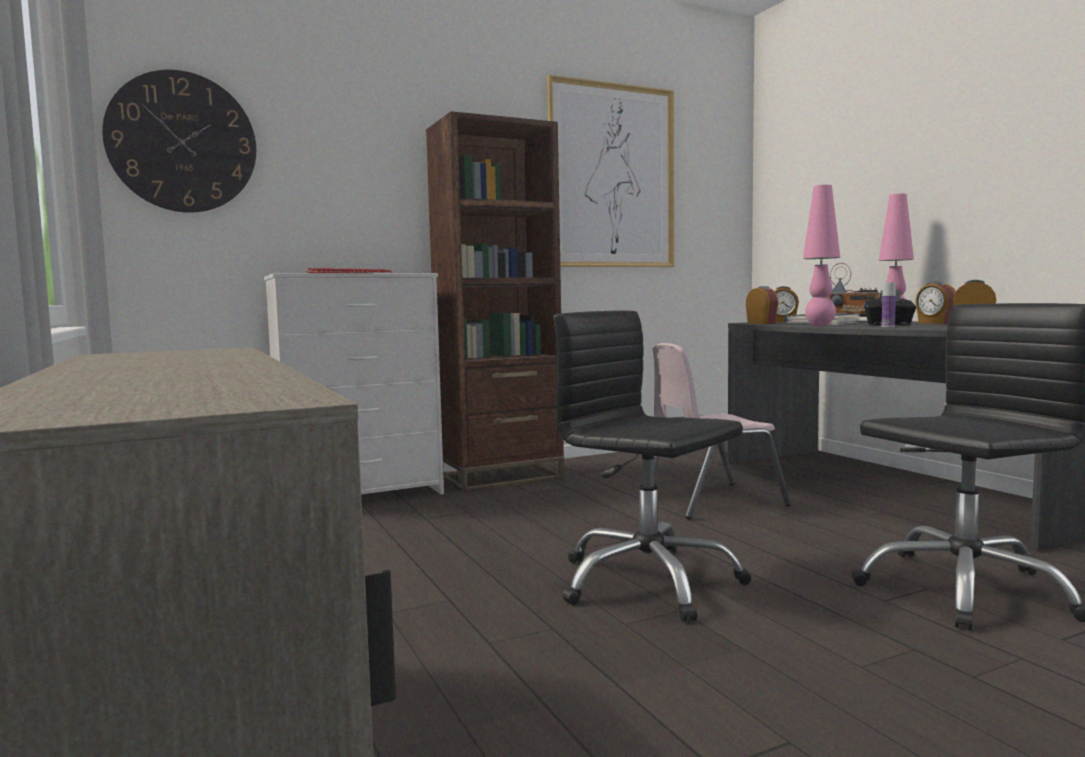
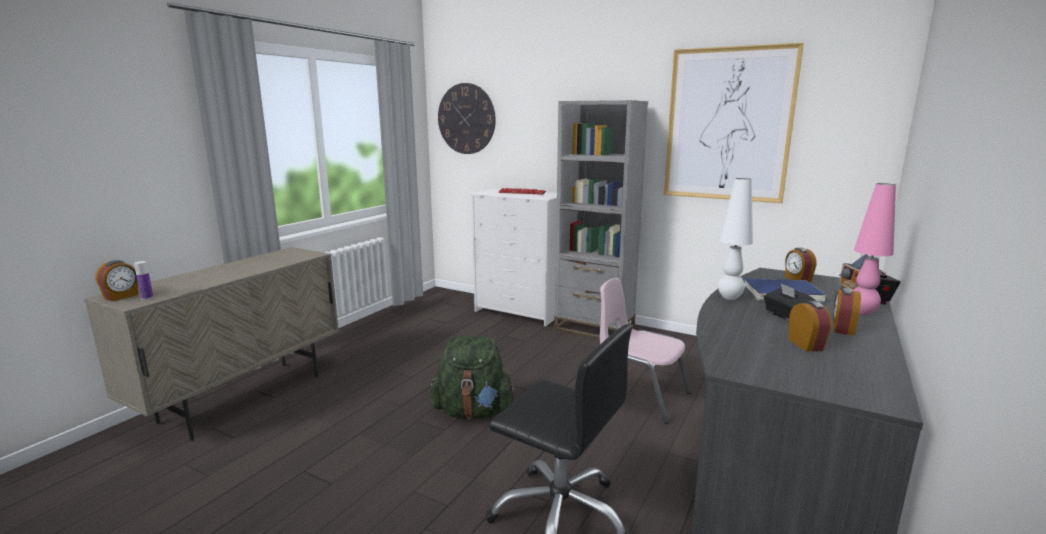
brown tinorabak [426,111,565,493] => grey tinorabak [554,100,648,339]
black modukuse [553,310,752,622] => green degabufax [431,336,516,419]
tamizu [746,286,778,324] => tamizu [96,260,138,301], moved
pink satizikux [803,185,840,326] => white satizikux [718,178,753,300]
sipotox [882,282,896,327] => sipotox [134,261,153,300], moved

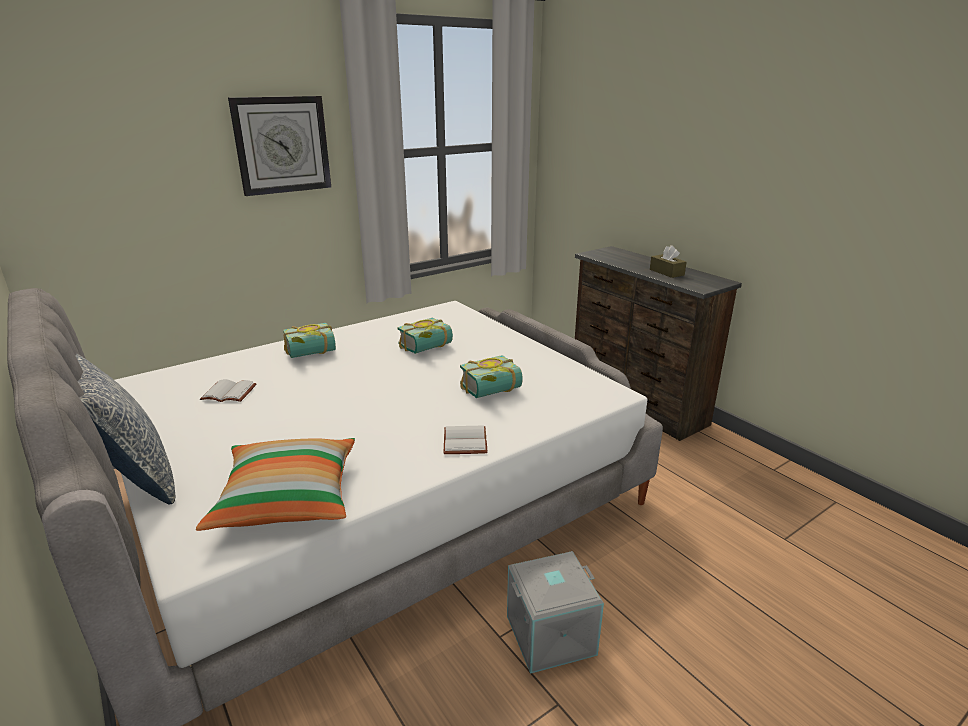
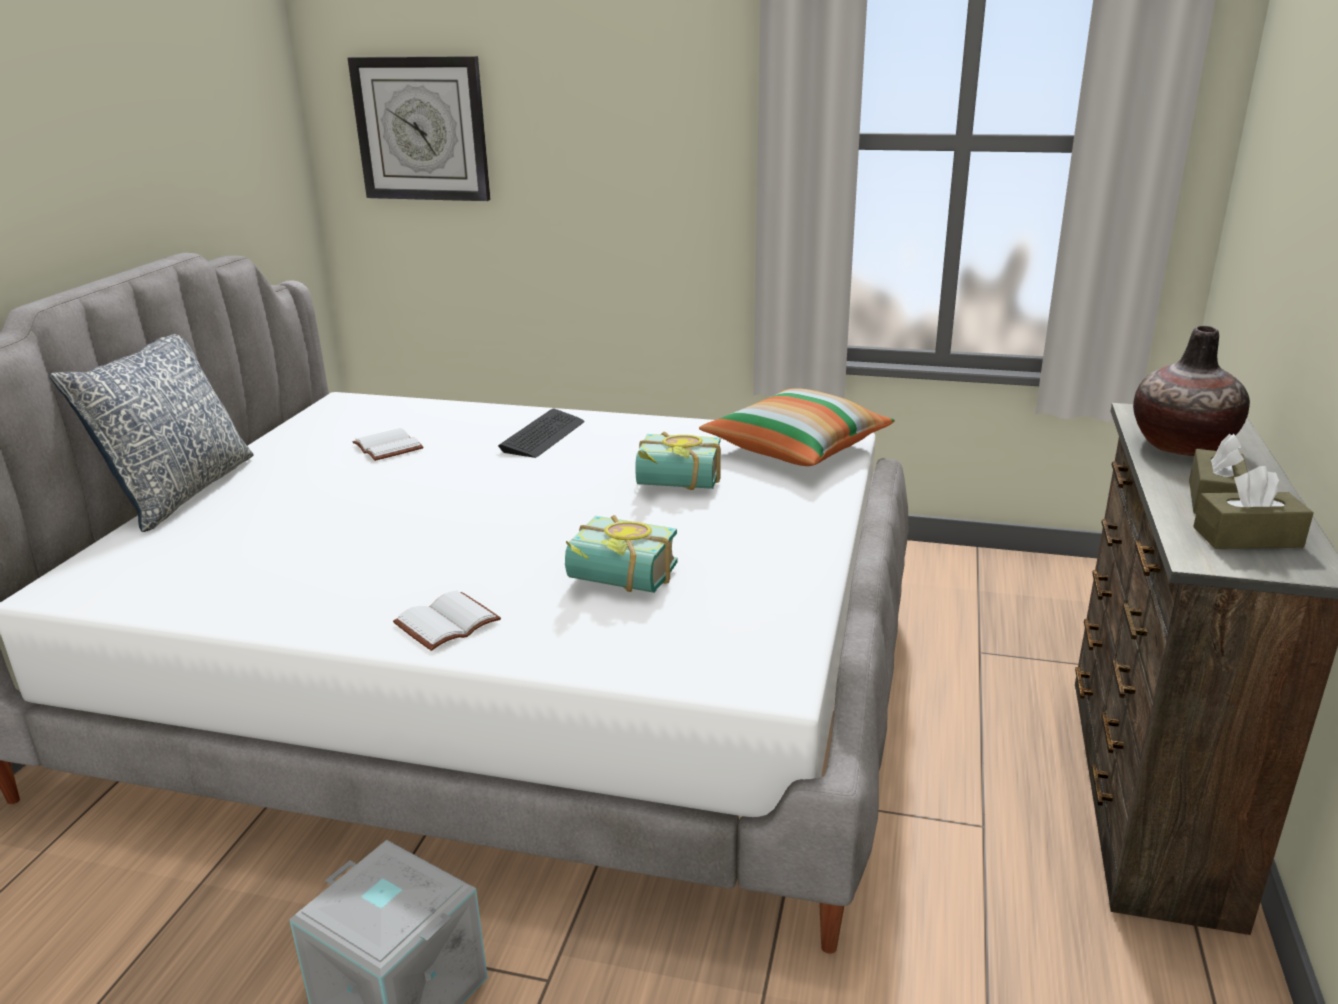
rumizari [196,438,355,531] => rumizari [699,388,895,466], moved
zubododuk [228,96,331,196] => zubododuk [347,56,491,201], moved
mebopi [283,323,336,358] => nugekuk [498,408,584,458]
nothing => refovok [1133,326,1250,456]
nothing => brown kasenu [1193,466,1314,549]

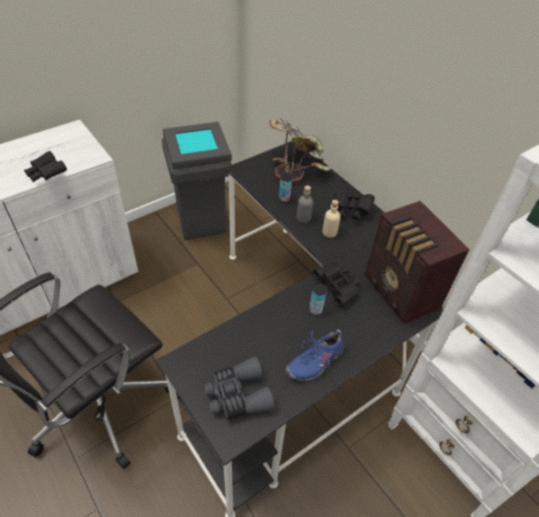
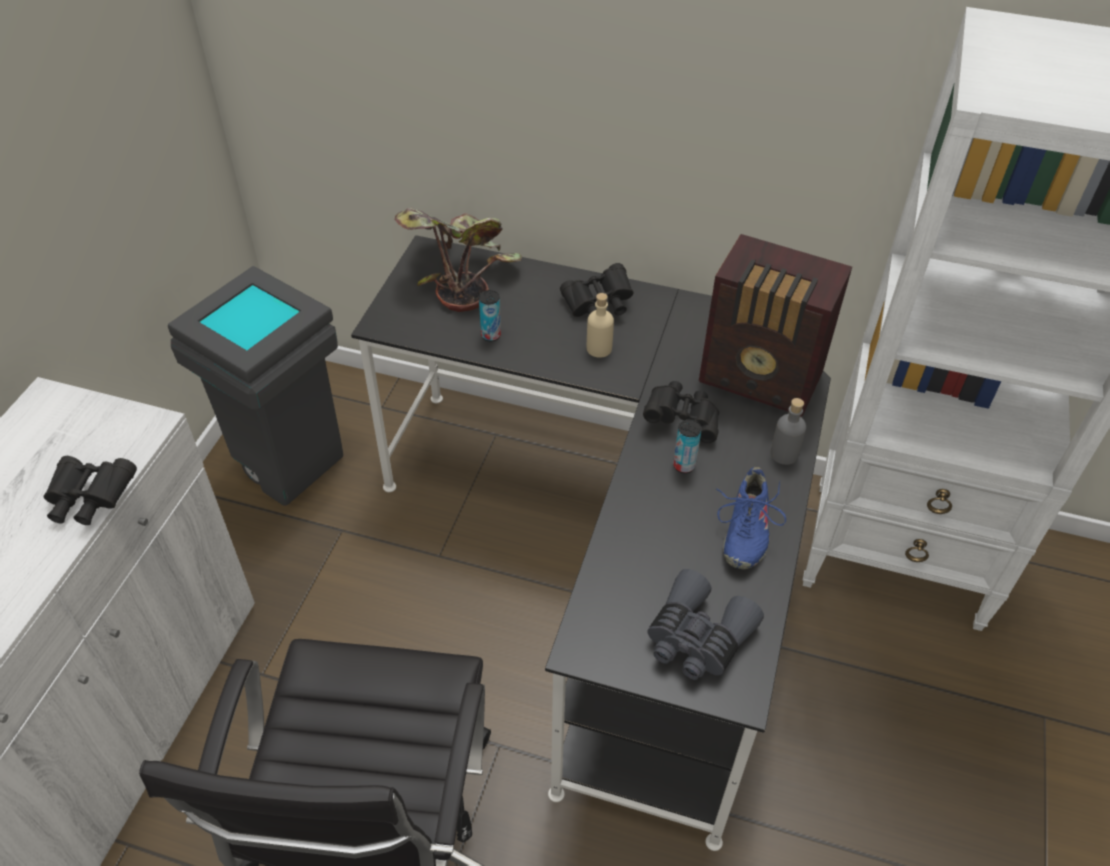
grey sipotox [297,186,313,223] => grey sipotox [770,398,806,465], moved

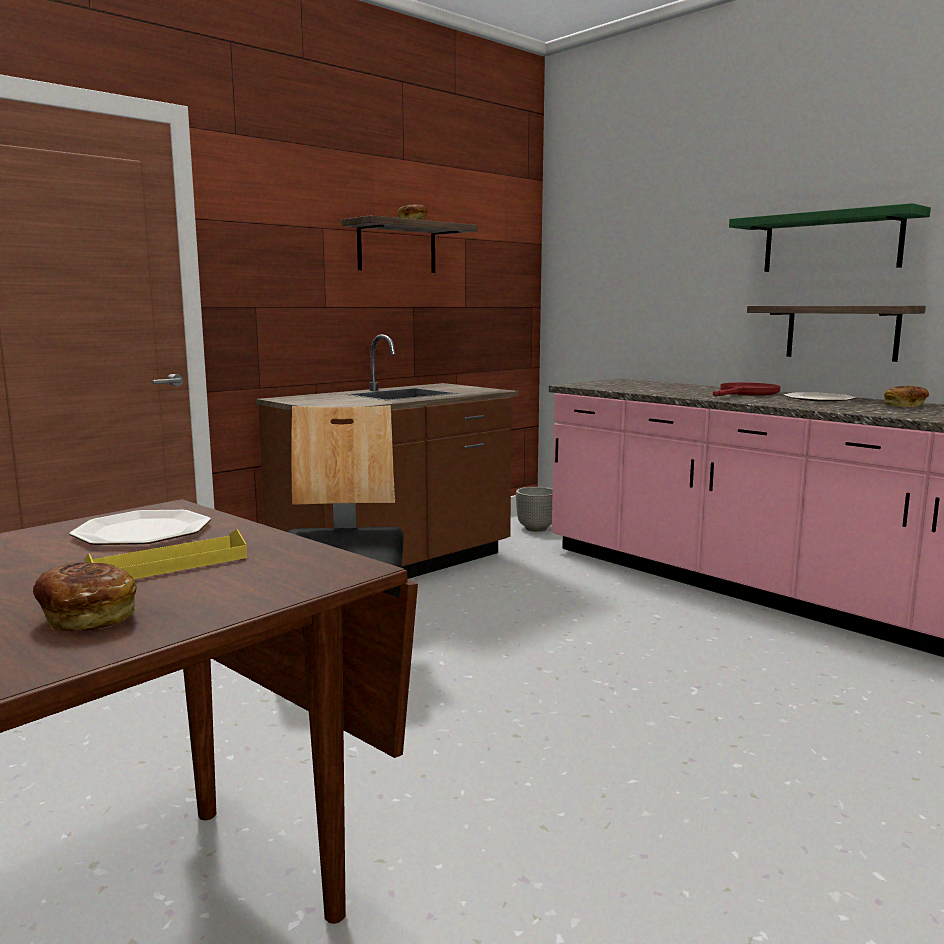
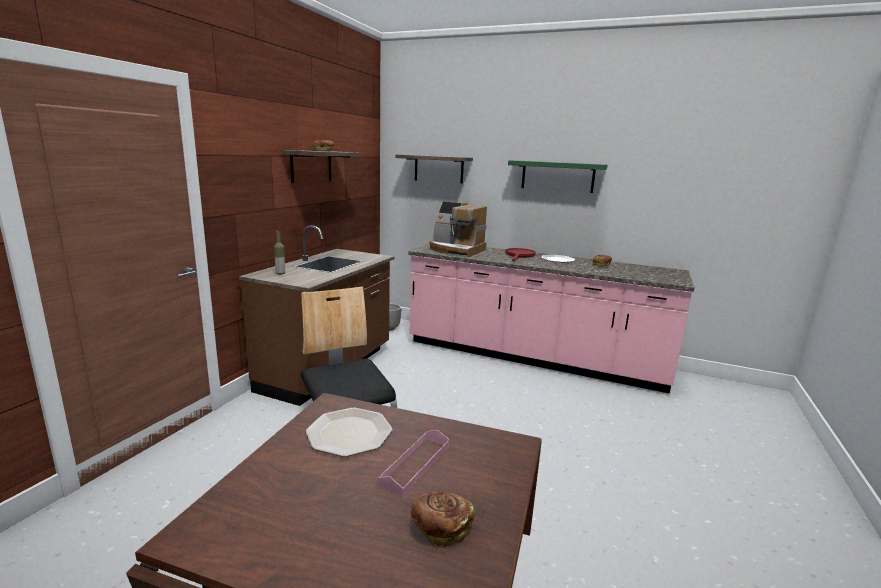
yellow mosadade [84,529,247,579] => pink mosadade [377,430,449,497]
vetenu [747,306,926,362] => vetenu [396,154,473,183], moved
nothing => sipotox [274,231,285,275]
nothing => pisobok [429,201,487,258]

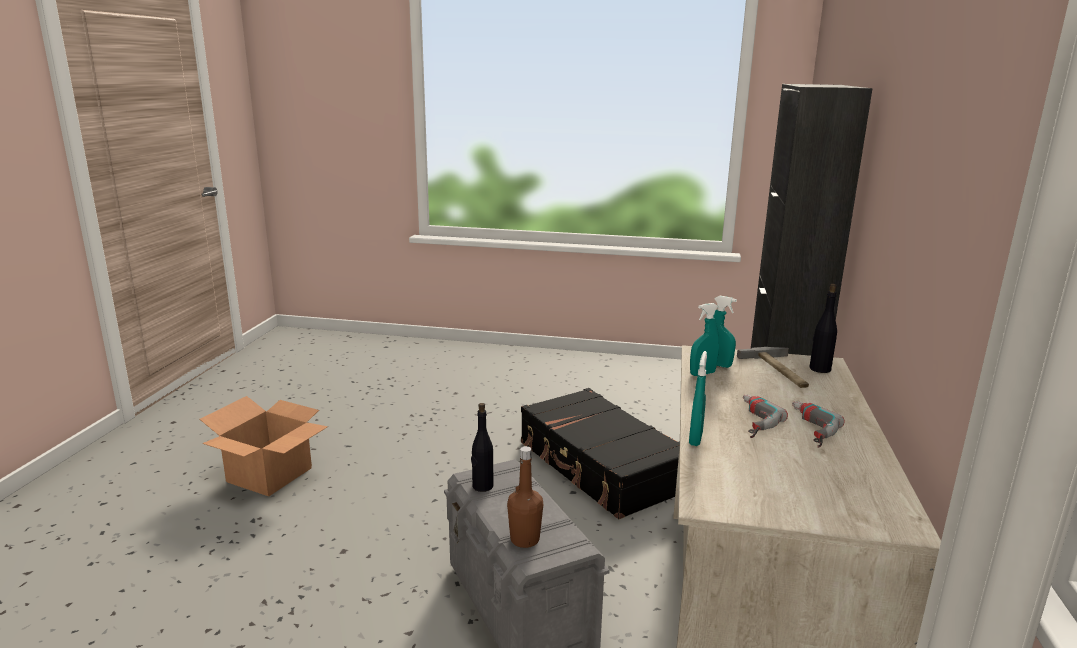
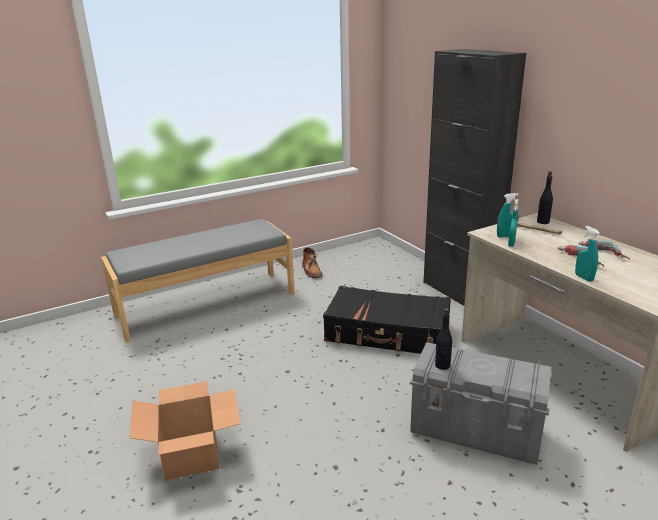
brown sipotox [507,446,543,548] => nothing
nothing => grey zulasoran [101,219,295,342]
nothing => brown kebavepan [302,247,322,278]

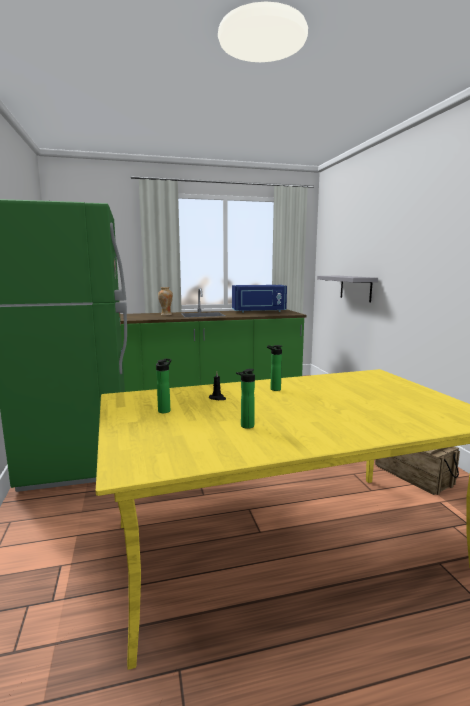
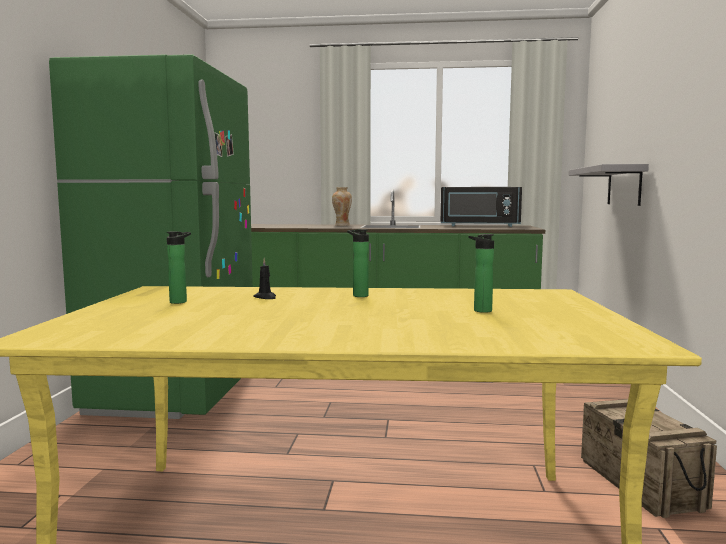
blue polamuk [232,285,287,313] => black polamuk [441,187,522,227]
sipotox [236,369,255,429] => sipotox [468,234,494,313], moved

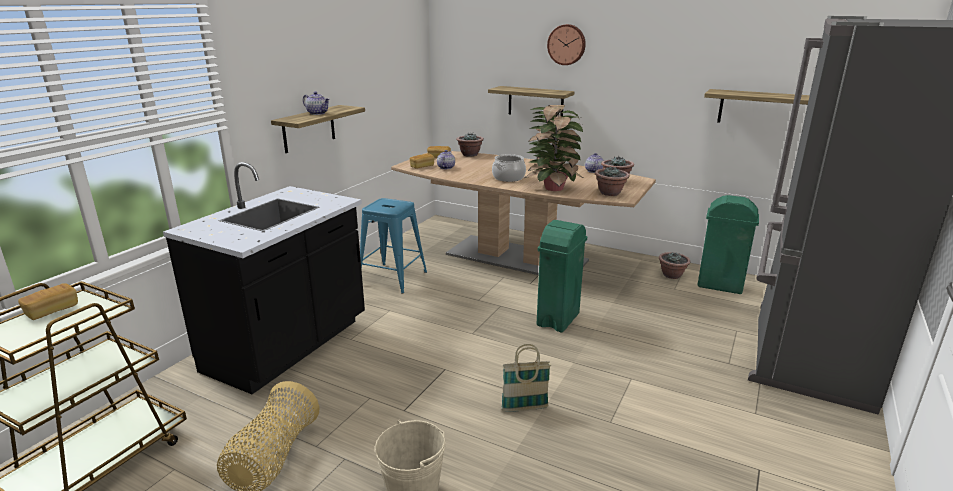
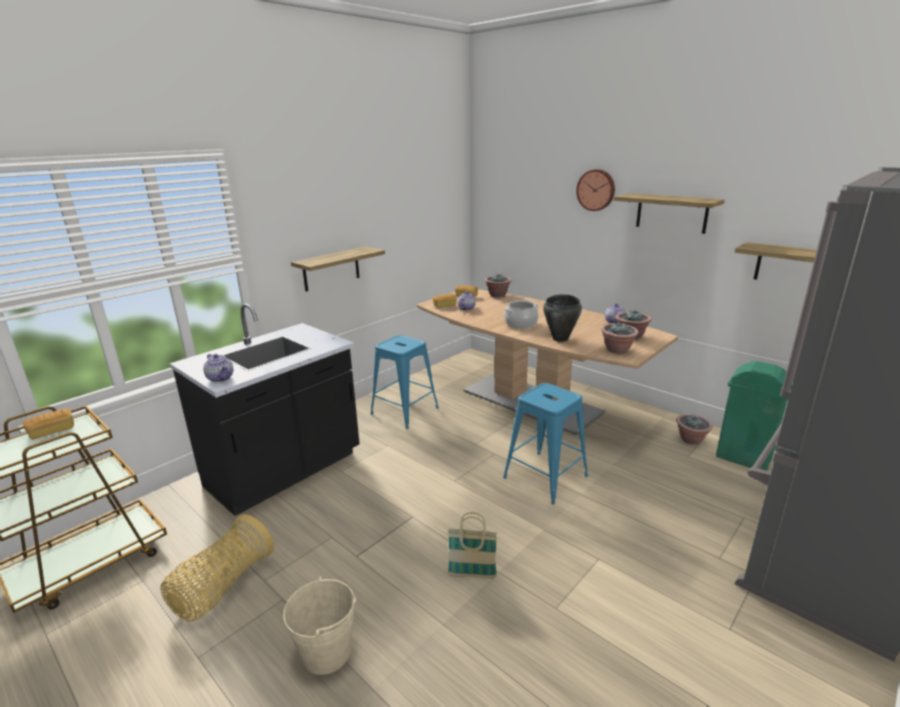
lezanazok [303,92,330,115] => lezanazok [203,354,233,382], moved
vetenu [488,86,574,116] => vetenu [614,193,724,234], moved
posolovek [525,105,585,191] => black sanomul [543,294,582,342]
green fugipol [537,220,587,333] => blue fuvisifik [503,383,588,504]

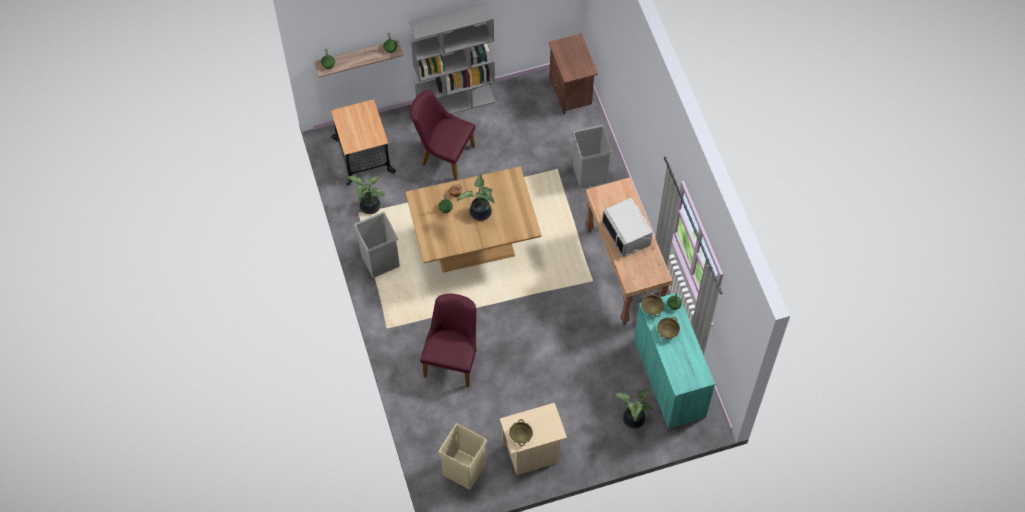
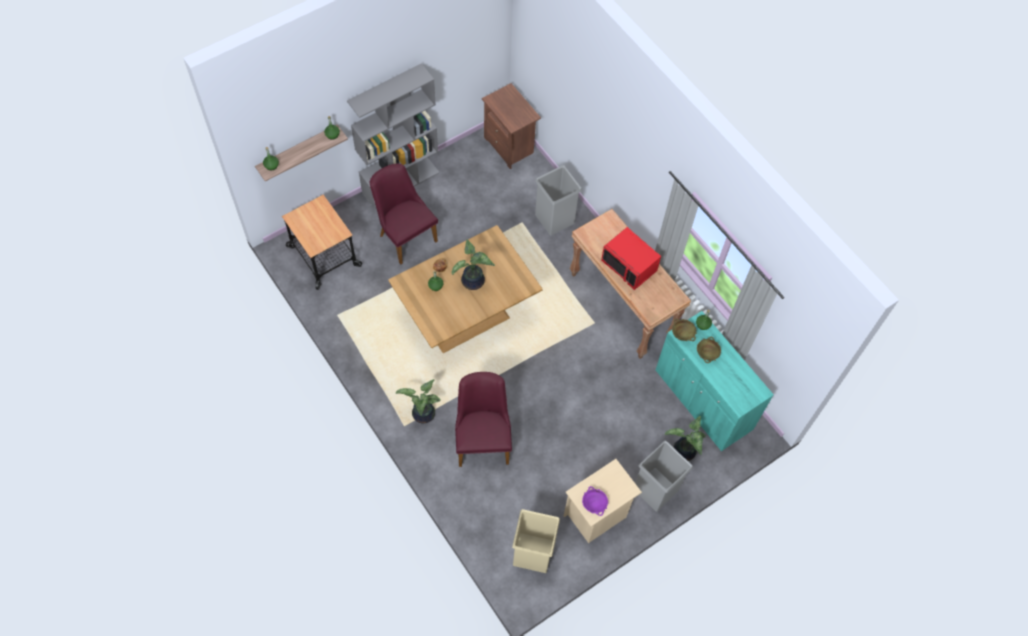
posolovek [347,175,385,214] => posolovek [396,379,441,423], moved
grey fugipol [354,212,400,278] => grey fugipol [635,441,693,512], moved
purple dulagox [410,90,476,180] => purple dulagox [370,164,438,264], 45 degrees clockwise
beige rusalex [509,419,533,446] => purple rusalex [582,486,608,516]
grey polamuk [602,198,653,257] => red polamuk [601,227,661,290]

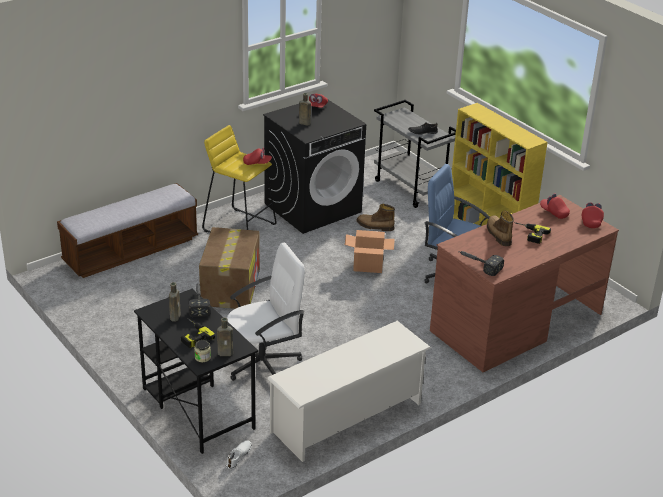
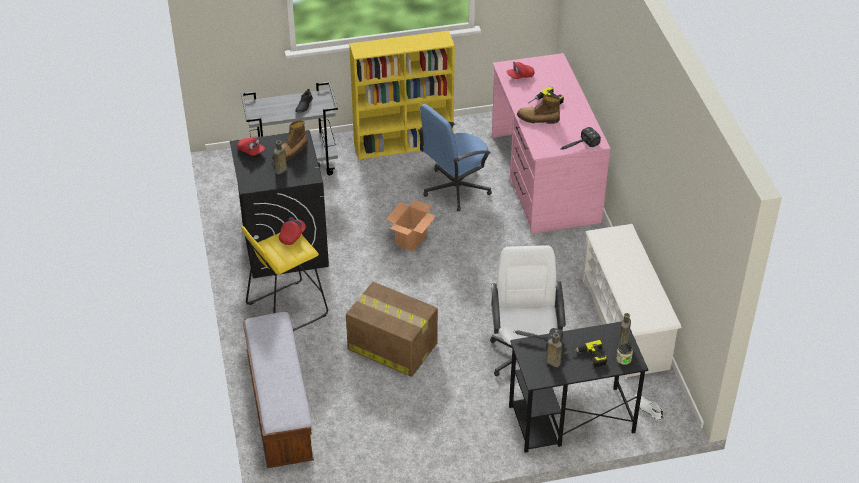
kebavepan [357,204,395,231] => kebavepan [272,120,308,161], moved
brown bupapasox [430,195,619,372] => pink bupapasox [492,53,611,234]
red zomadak [582,202,604,228] => nothing

